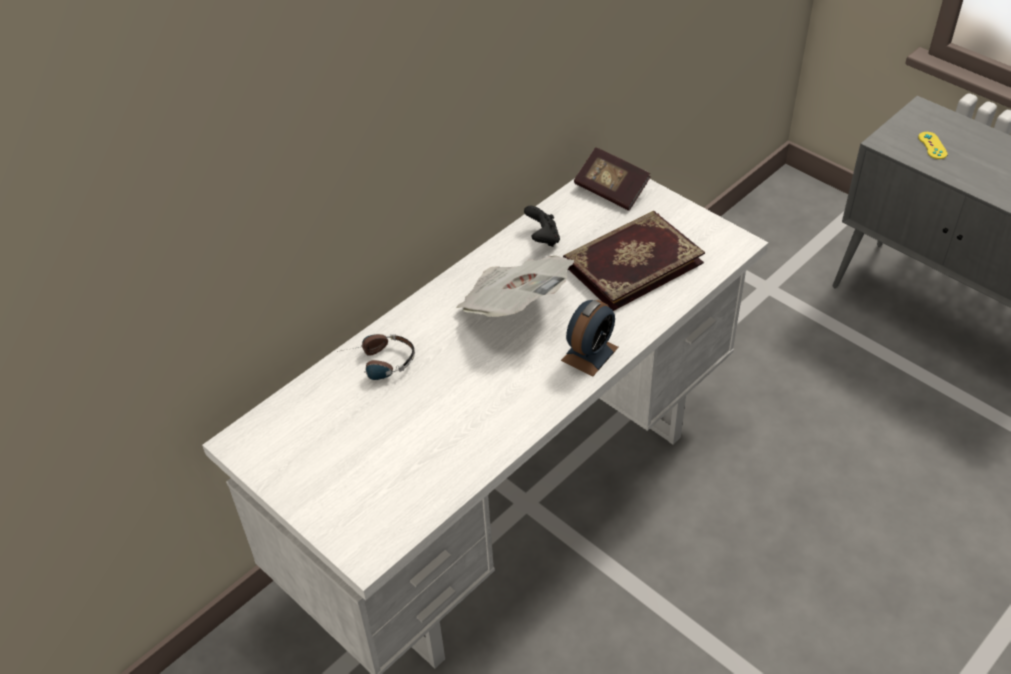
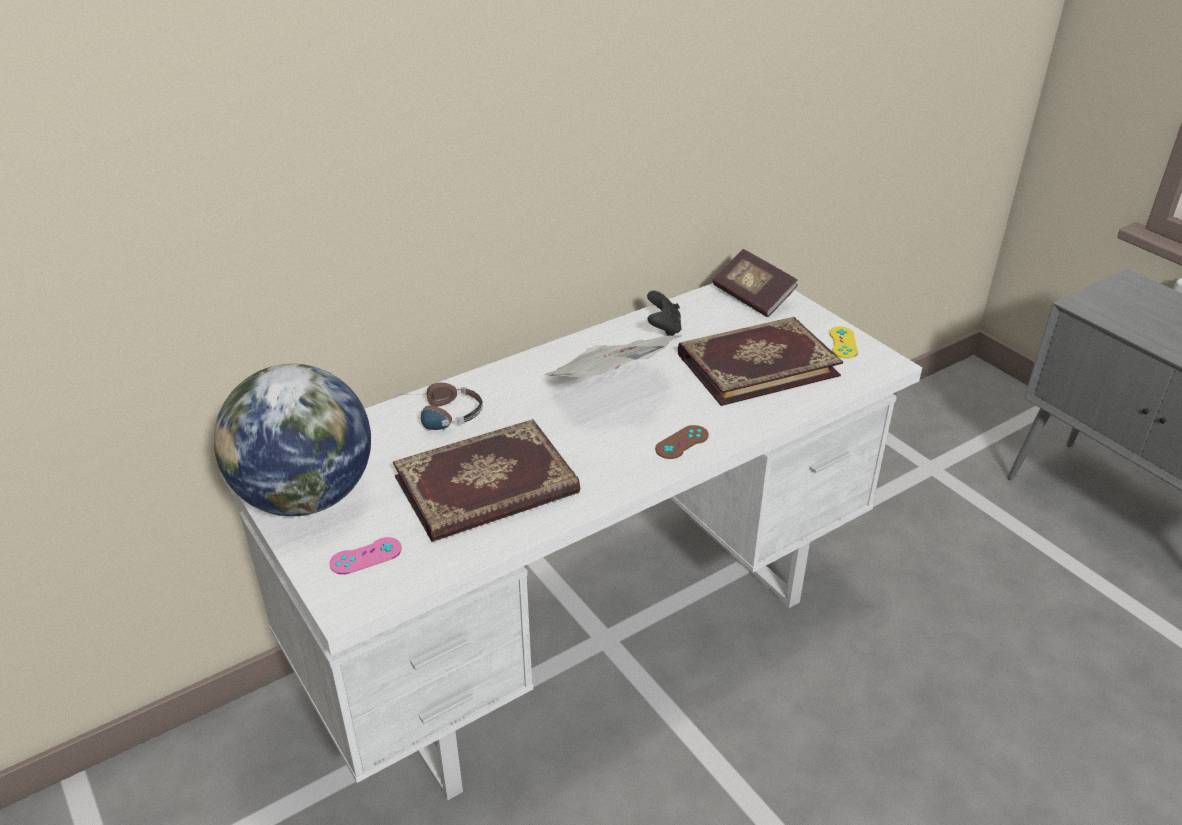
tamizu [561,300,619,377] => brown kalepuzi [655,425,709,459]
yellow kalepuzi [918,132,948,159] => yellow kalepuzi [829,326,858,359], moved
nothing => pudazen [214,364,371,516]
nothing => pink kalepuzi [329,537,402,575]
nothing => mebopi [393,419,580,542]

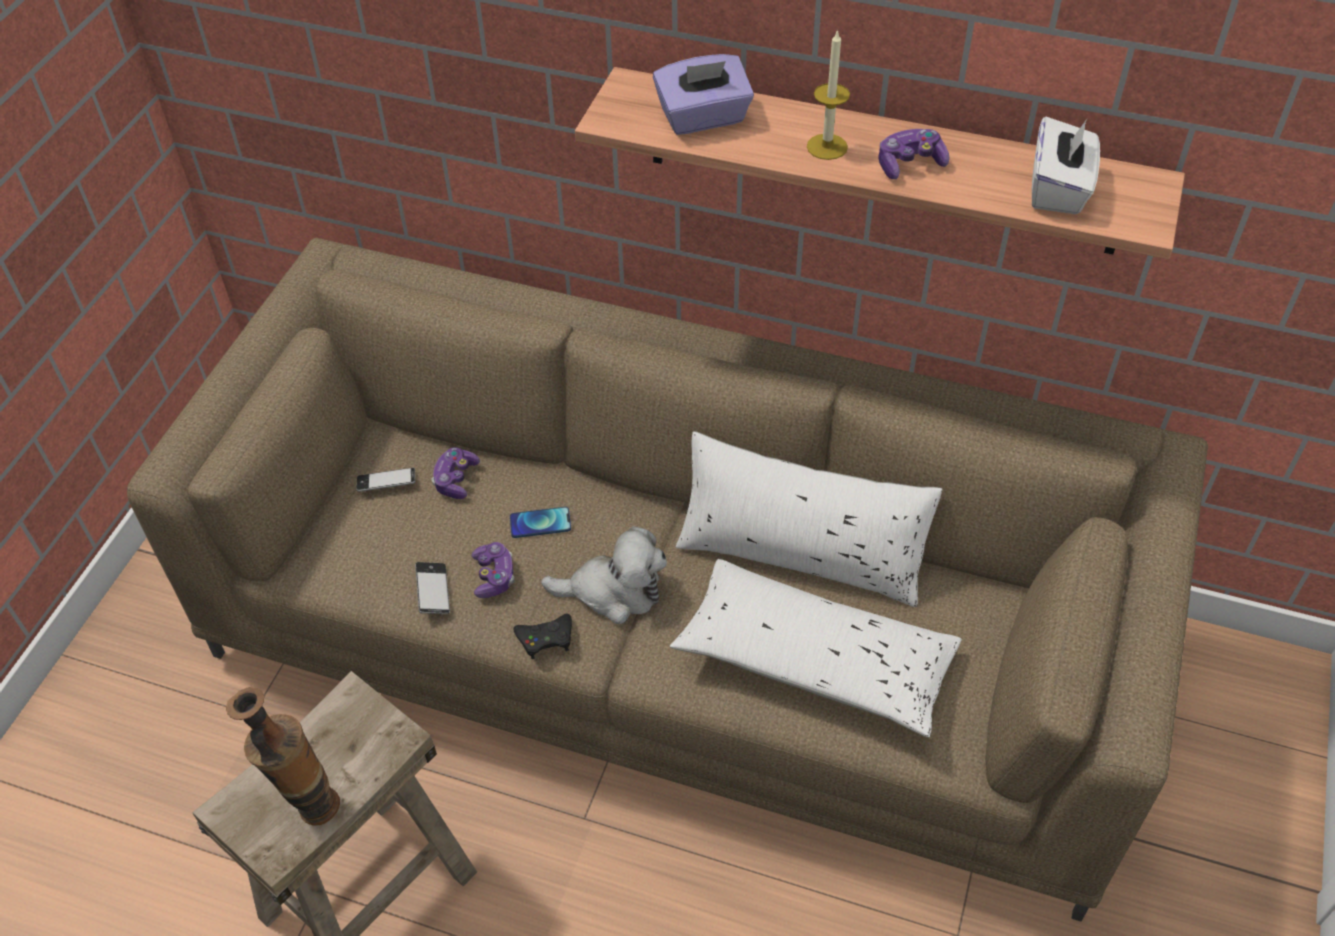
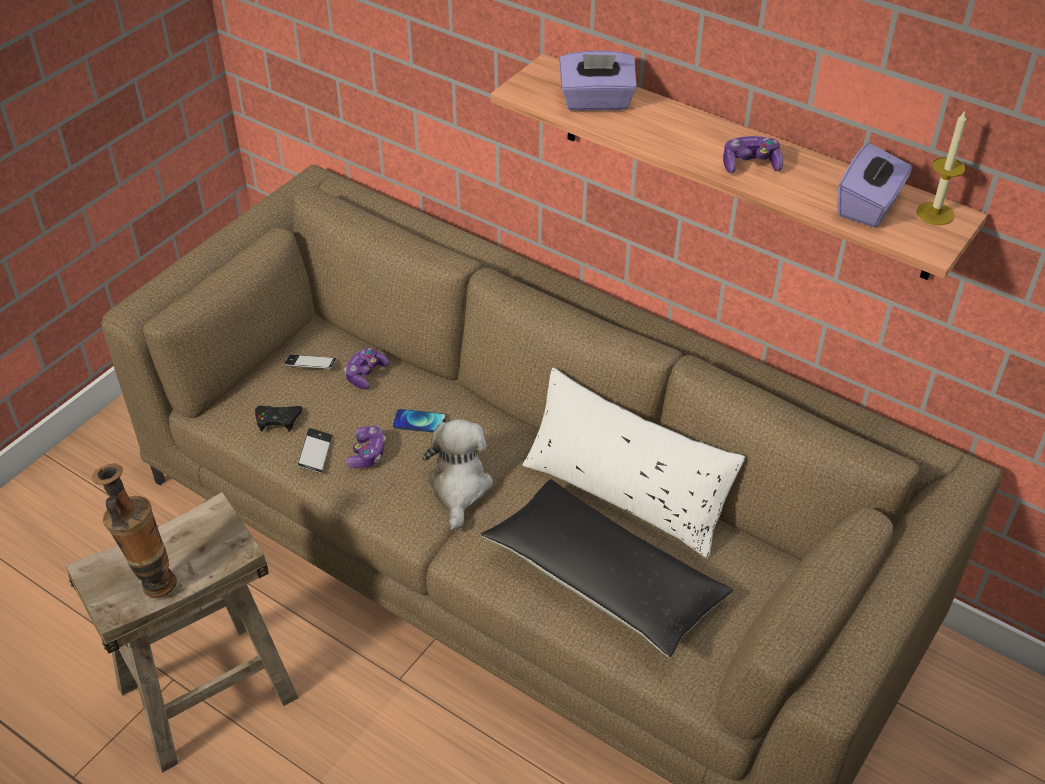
black kalepuzi [513,614,572,659] => black kalepuzi [255,406,303,432], moved
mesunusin [541,526,667,624] => mesunusin [422,419,493,530], 105 degrees counterclockwise
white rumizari [670,559,962,737] => black rumizari [480,480,733,658]
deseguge [807,29,850,160] => deseguge [917,110,967,225], moved
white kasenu [1032,117,1100,214] => purple kasenu [837,143,912,228]

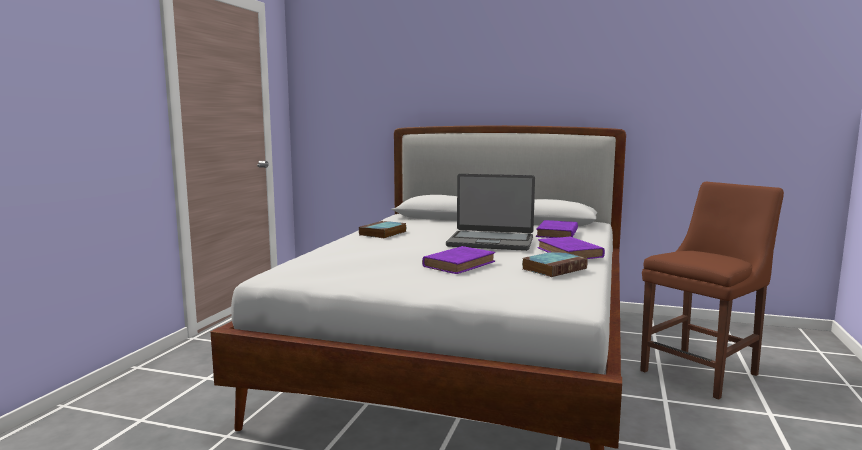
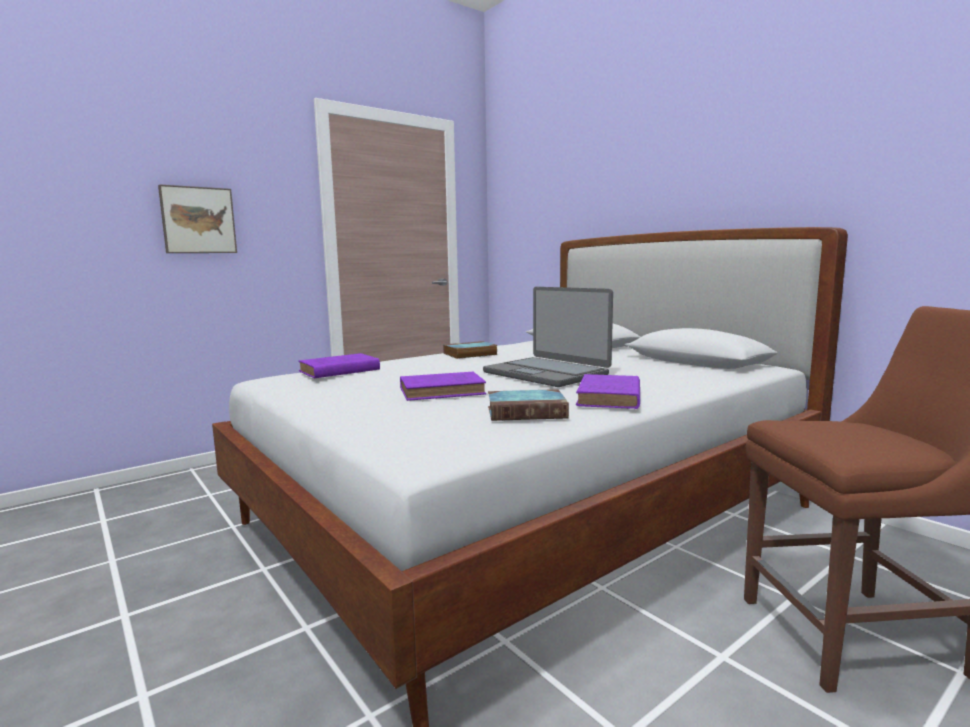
purple mebopi [536,220,578,238] => purple mebopi [298,353,380,378], moved
nothing => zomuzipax [158,184,237,253]

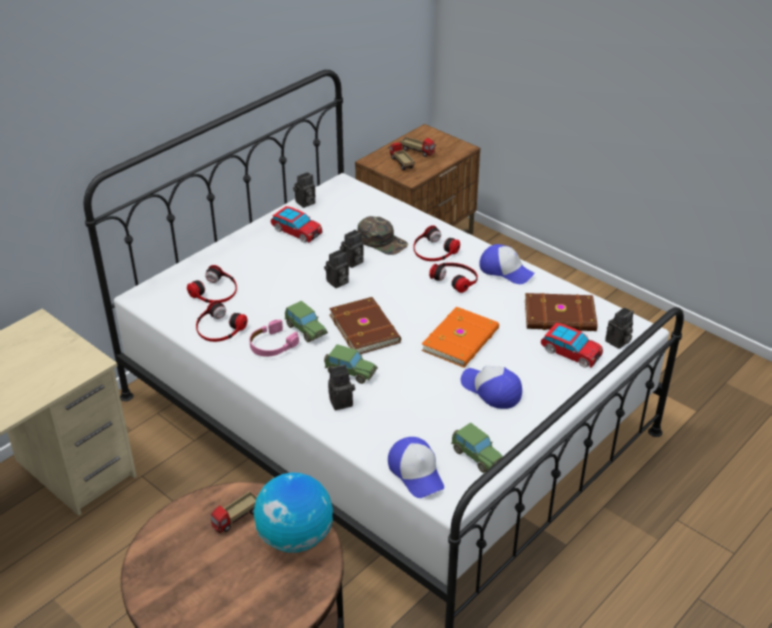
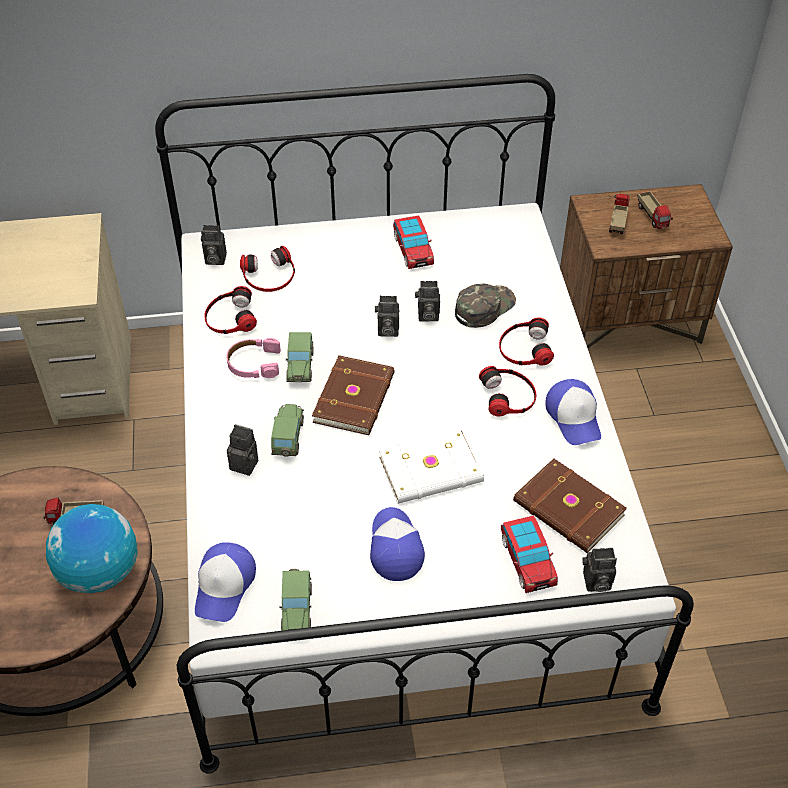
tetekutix [293,172,315,208] => tetekutix [201,225,227,265], moved
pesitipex [324,344,378,384] => pesitipex [271,404,304,457], 150 degrees counterclockwise
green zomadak [358,216,408,255] => green zomadak [455,283,516,328], 120 degrees counterclockwise
orange mebopi [421,306,499,368] => white mebopi [379,429,484,504]

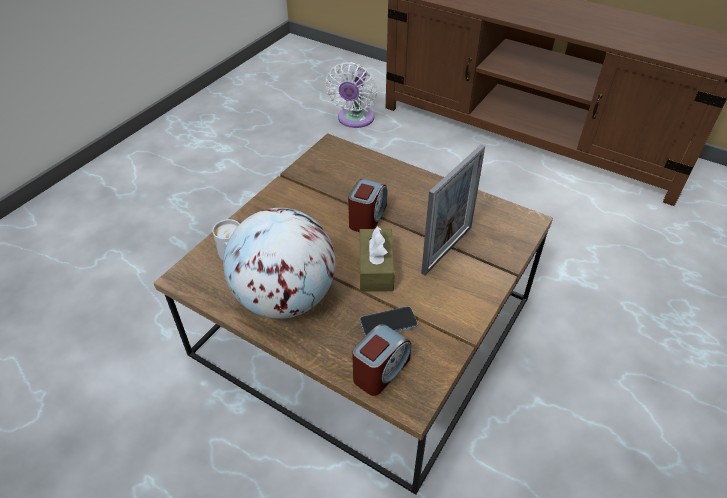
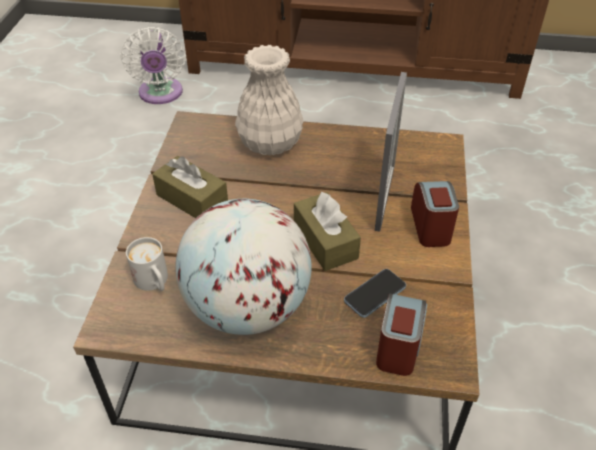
tamizu [348,179,387,232] => tamizu [411,181,459,247], moved
nothing => brown kasenu [152,156,228,218]
nothing => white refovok [235,45,304,155]

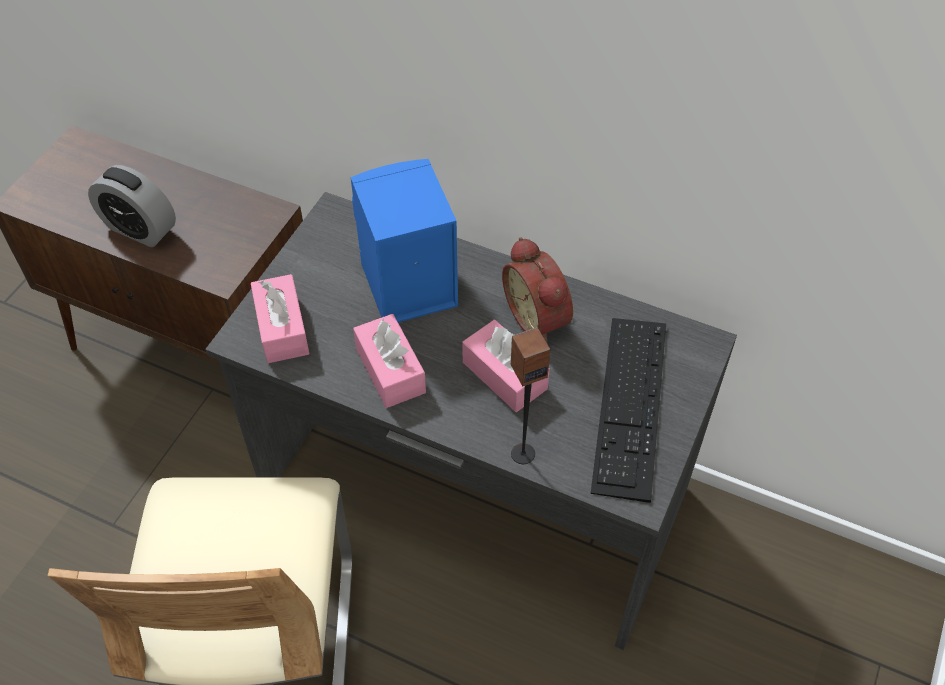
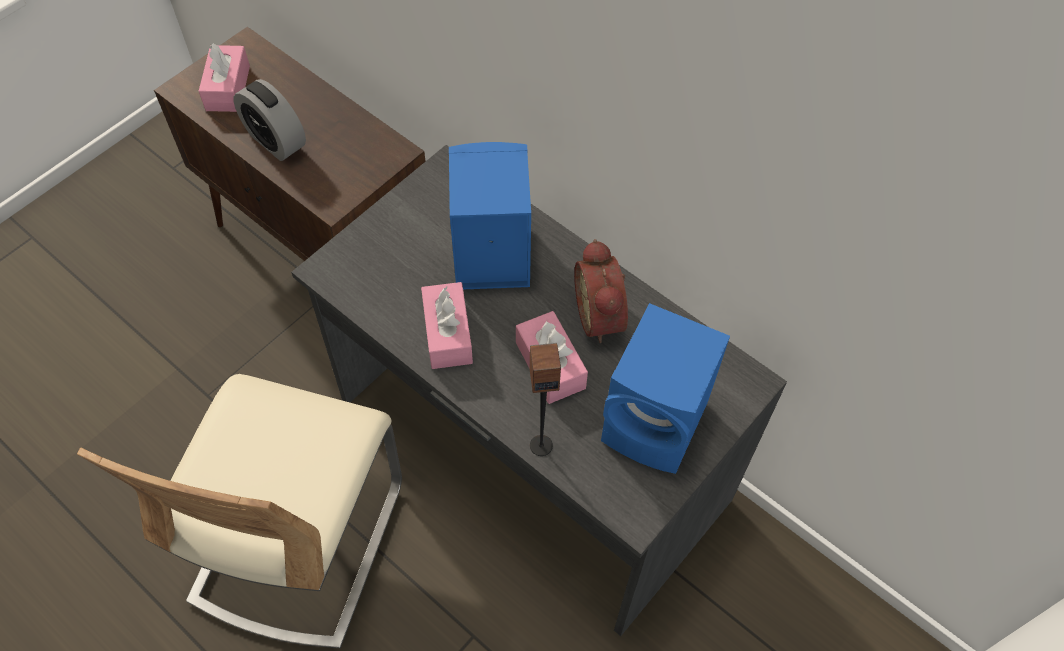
pink kasenu [251,274,309,363] => pink kasenu [199,44,250,112], moved
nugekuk [591,318,666,503] => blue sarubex [601,303,730,474]

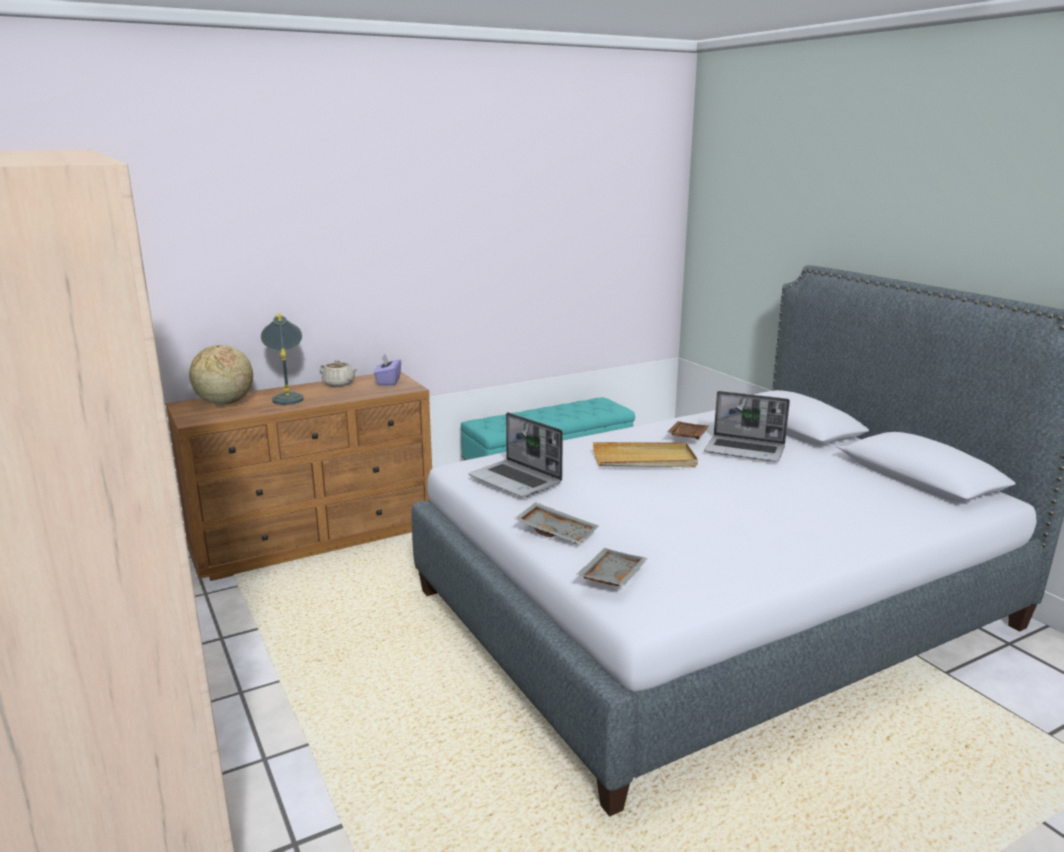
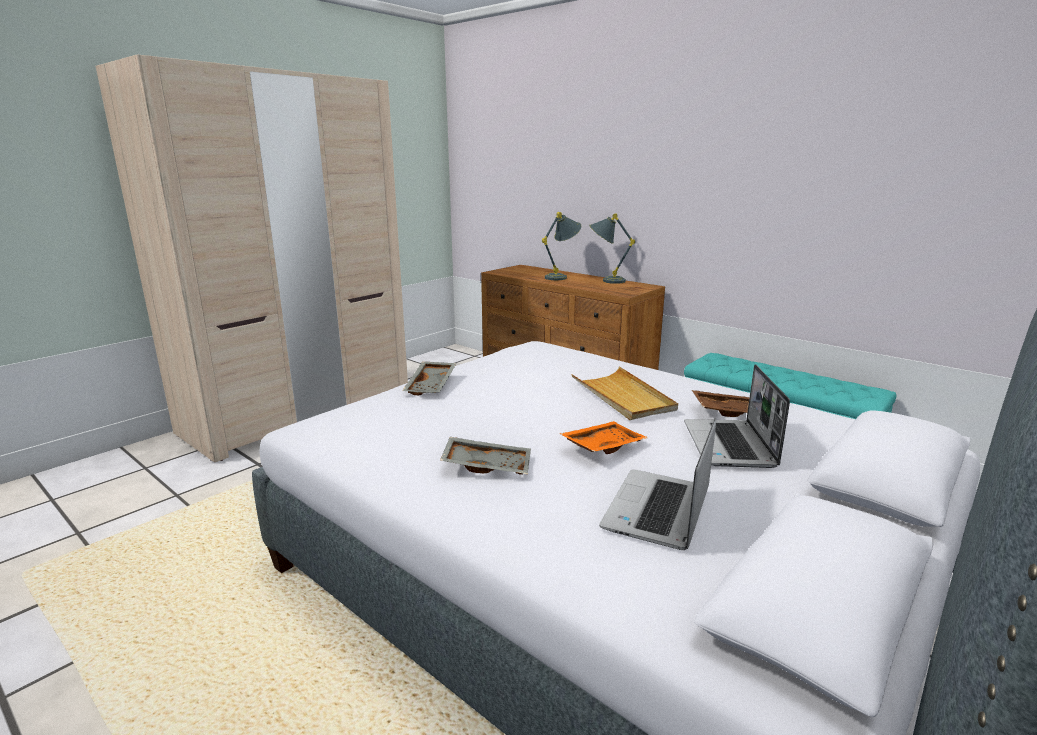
pudazen [189,345,253,405] => nothing
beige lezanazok [320,360,357,387] => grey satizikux [589,213,635,284]
purple kasenu [374,354,401,385] => nothing
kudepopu [468,412,563,497] => kudepopu [599,418,716,550], moved
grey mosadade [576,548,648,586] => grey mosadade [440,437,531,475], moved
nothing => orange mosadade [560,421,648,454]

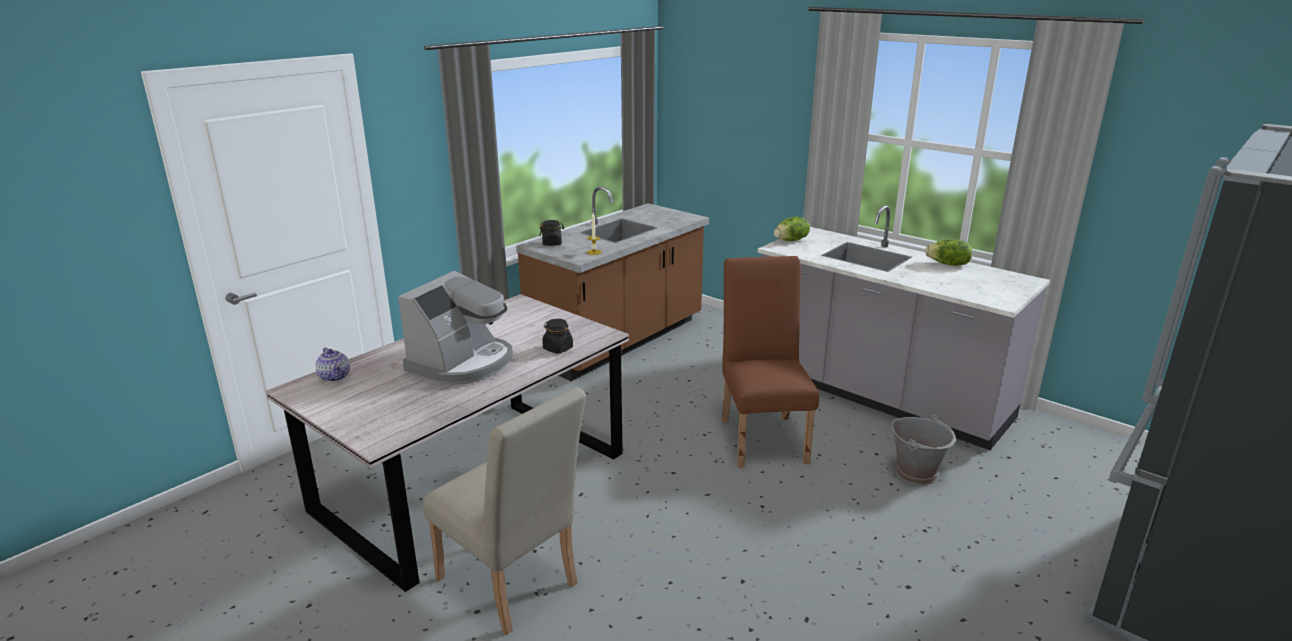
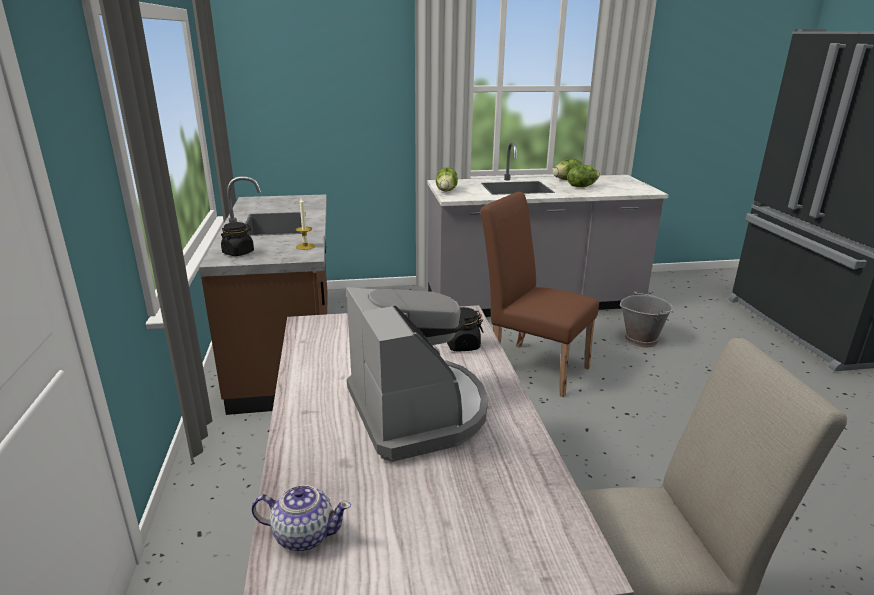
nothing => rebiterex [567,165,600,187]

